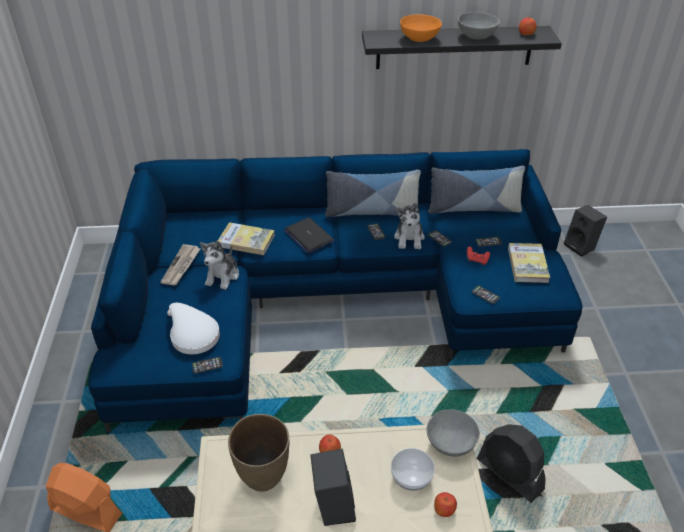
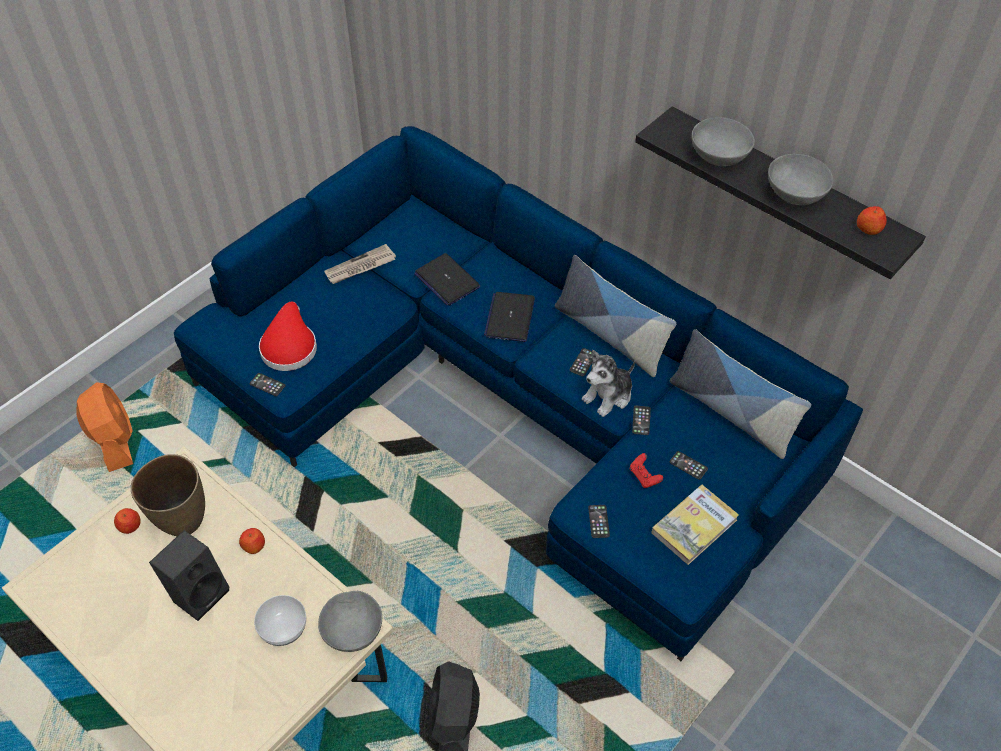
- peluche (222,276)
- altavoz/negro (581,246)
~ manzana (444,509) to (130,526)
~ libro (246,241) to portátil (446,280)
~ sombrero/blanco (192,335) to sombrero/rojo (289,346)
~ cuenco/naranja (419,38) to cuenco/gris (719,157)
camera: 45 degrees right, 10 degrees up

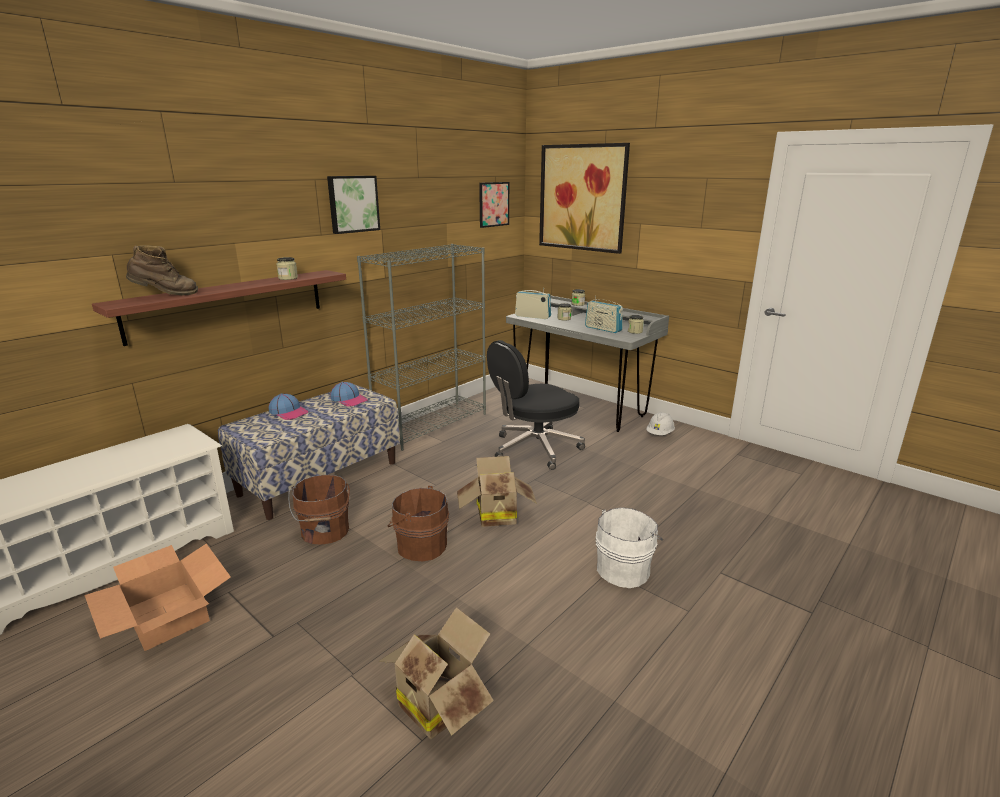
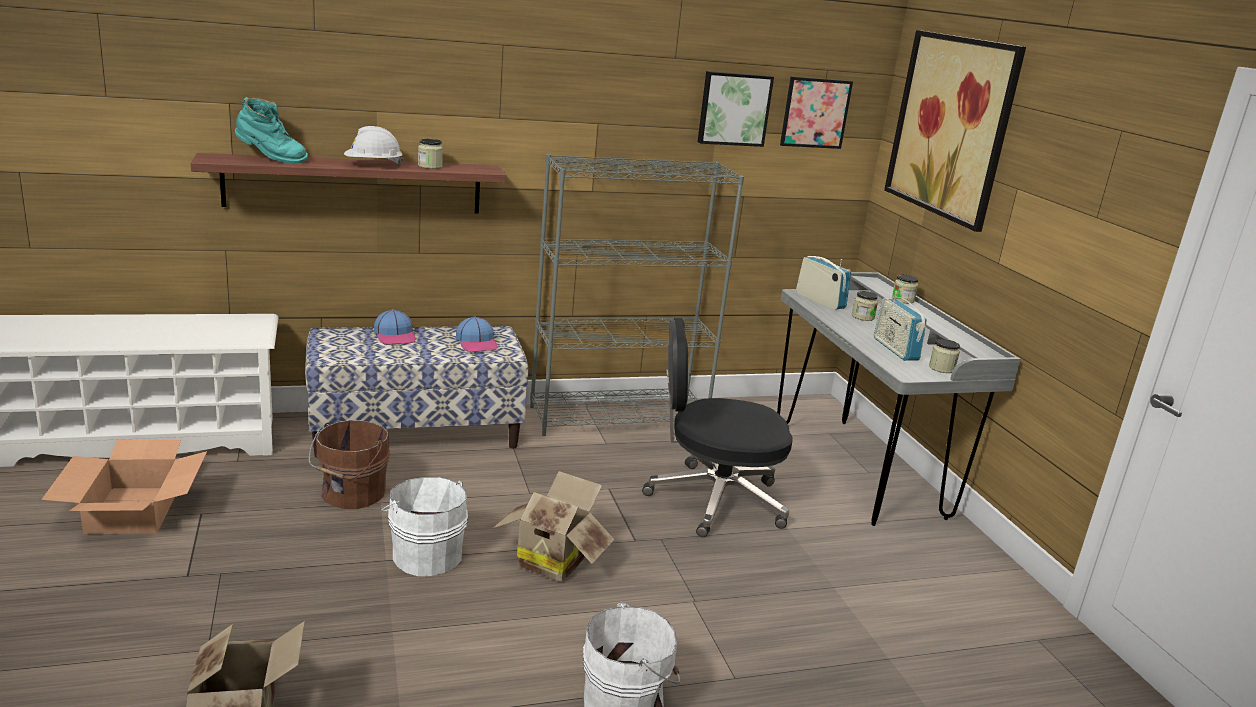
~ cuadro (352,204) to (733,108)
~ casco/blanco (660,434) to (373,165)
~ bota/marrón (166,295) to bota/turquesa (270,159)
~ cubo/marrón (420,545) to cubo/blanco (425,554)
camera: 30 degrees right, 0 degrees up

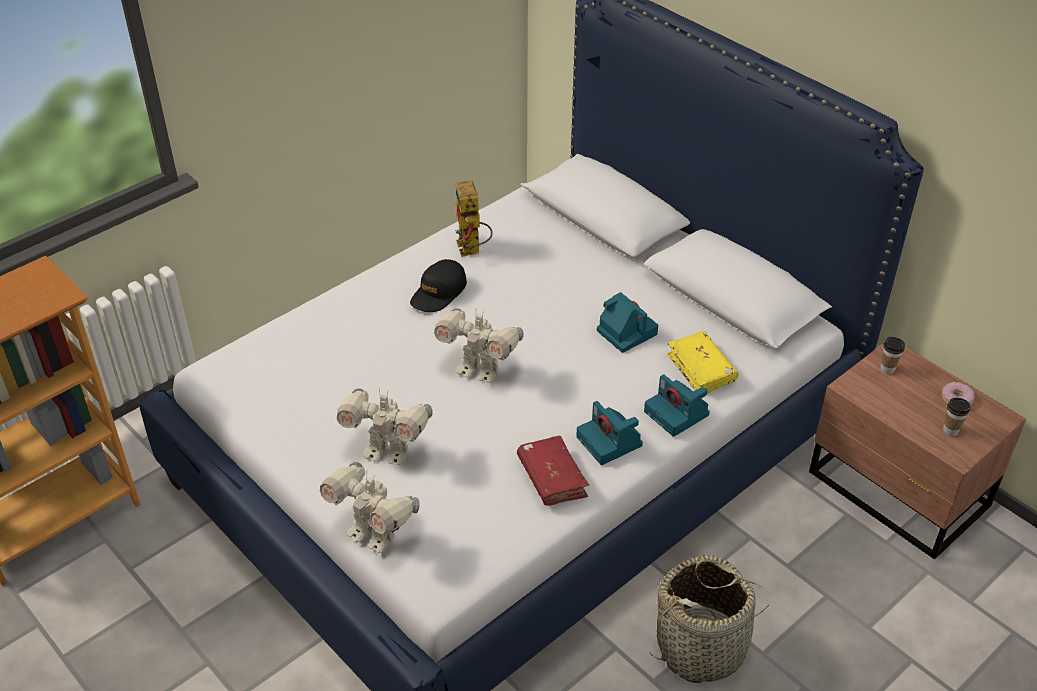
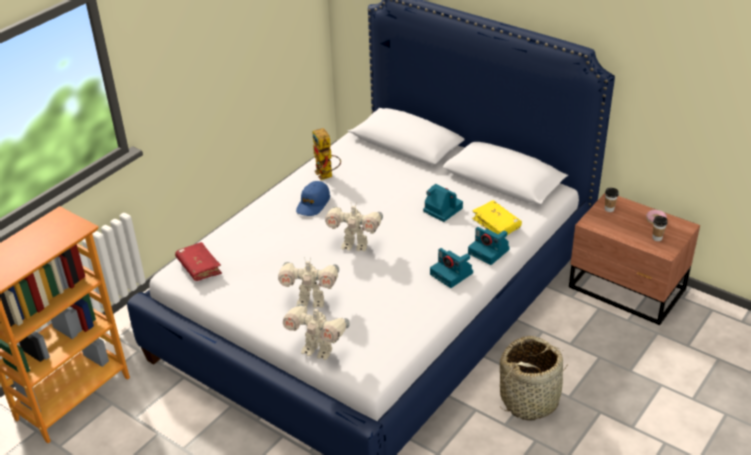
~ libro/rojo (552,478) to (199,267)
~ gorra/negro (438,293) to gorra/azul (313,204)
camera: 10 degrees left, 5 degrees down

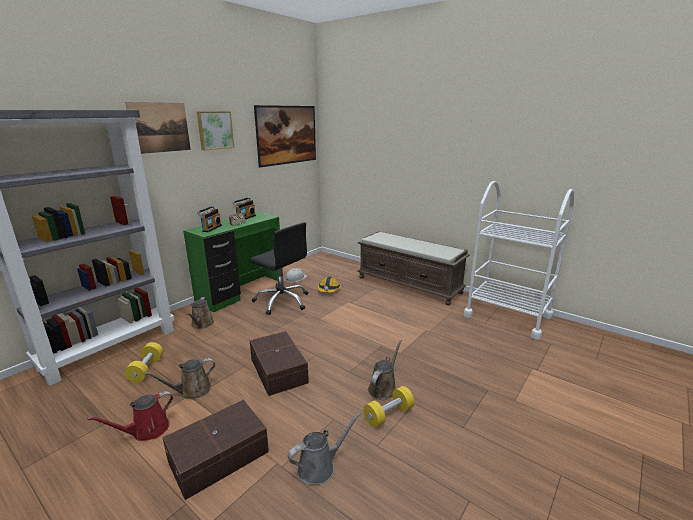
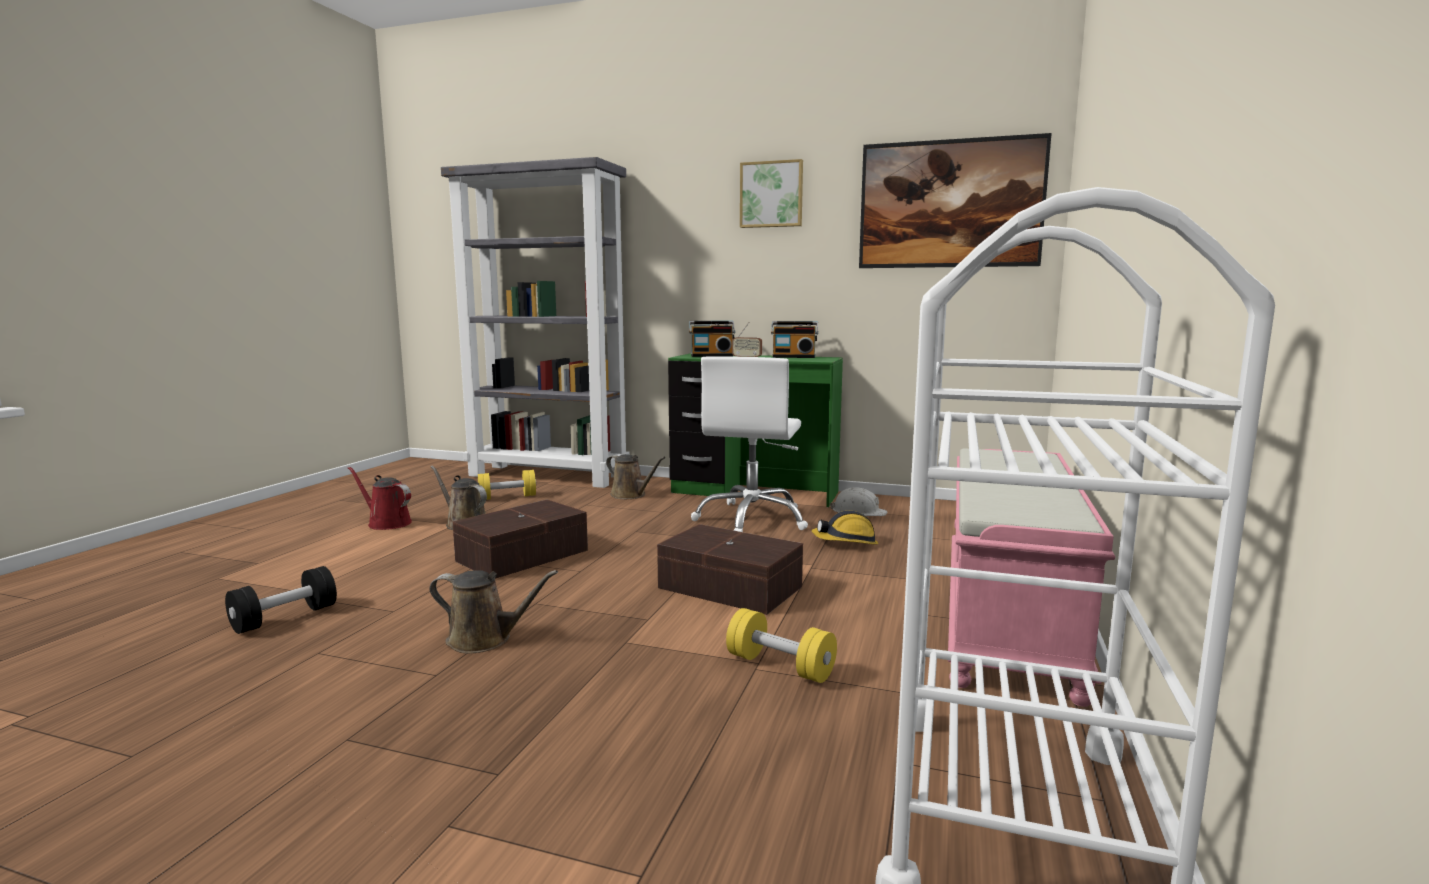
- cuadro (160,127)
~ caja de almacenaje/marrón (220,457) to (730,588)
~ mancuerna/amarillo (388,415) to (780,666)
~ regadera/gris (319,467) to mancuerna/negro (285,618)
~ silla de oficina/negro (282,301) to silla de oficina/blanco (752,519)
~ banco/marrón (409,285) to banco/rosa (1010,617)
~ regadera/marrón (202,324) = (630,495) 120 degrees counterclockwise
camera: 70 degrees right, 10 degrees down

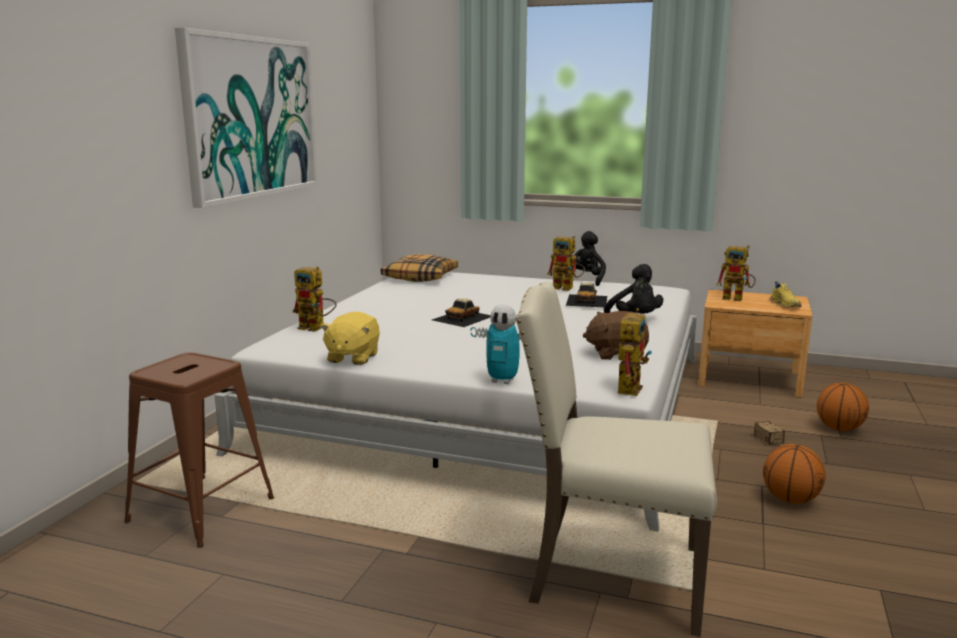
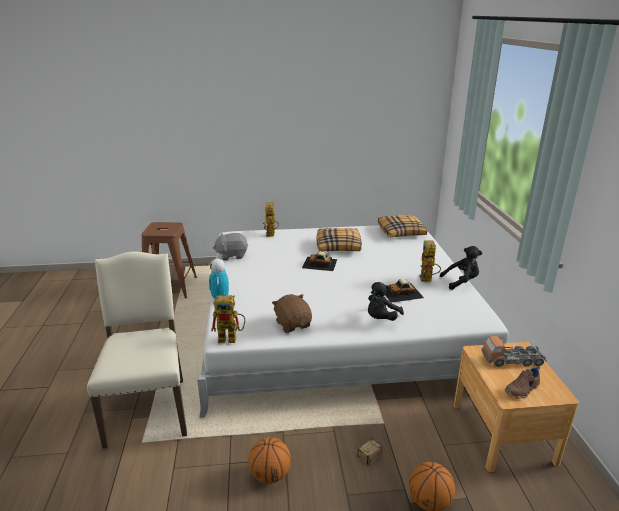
- cuadro (252,117)
+ cojín (339,246)
~ robot de juguete (737,298) to camión de juguete (512,360)
~ peluche/amarillo (352,357) to peluche/gris (232,255)
~ zapato/amarillo (785,305) to zapato/marrón (522,390)
camera: 65 degrees right, 10 degrees up

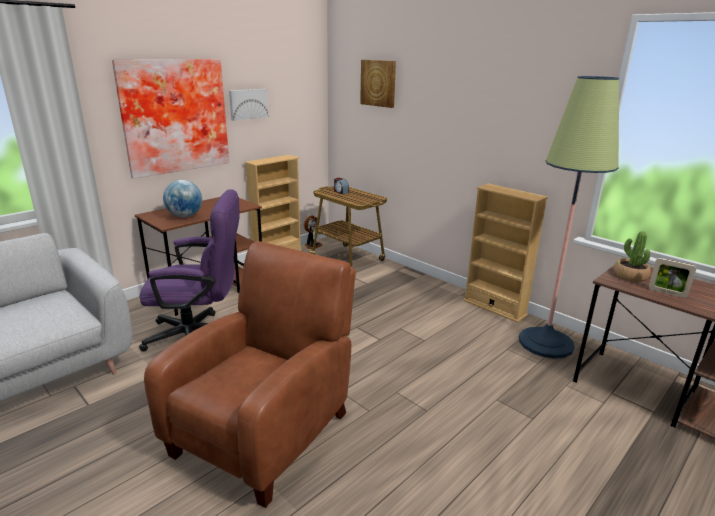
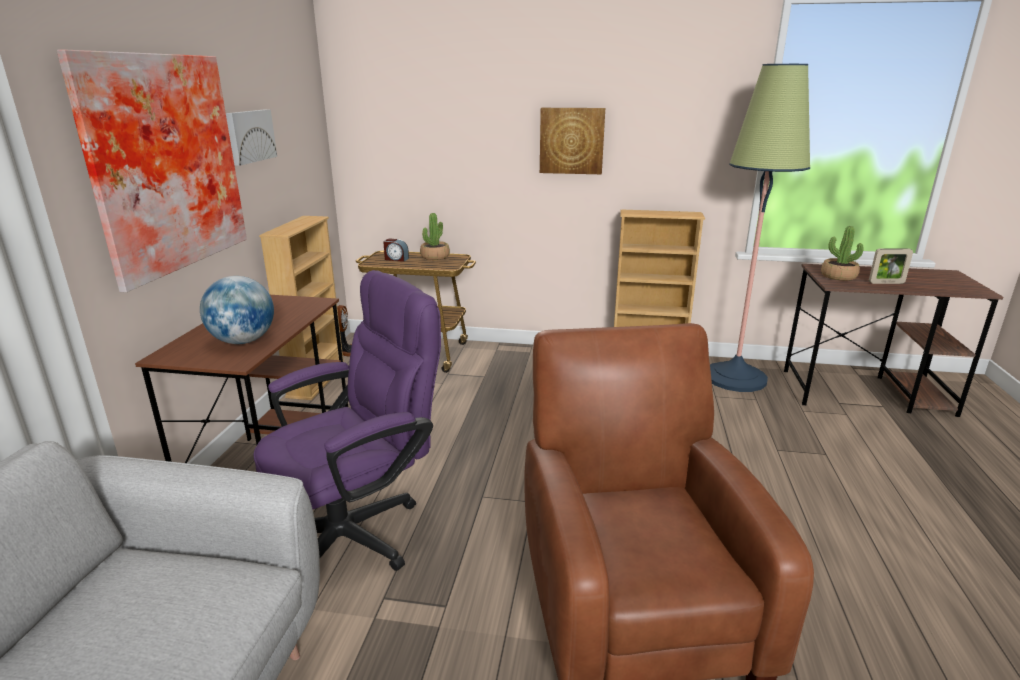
+ planta en maceta (435,256)
~ cuadro (378,83) to (571,141)
camera: 35 degrees left, 0 degrees up

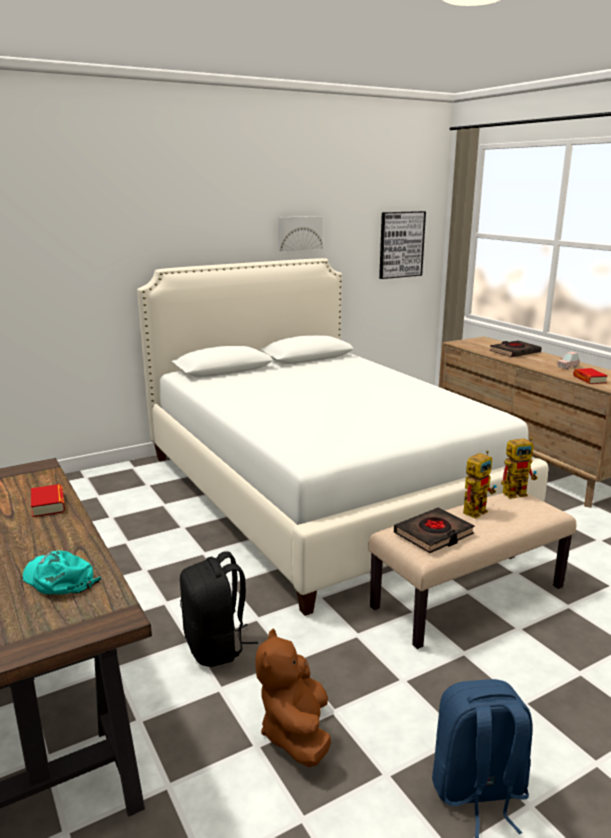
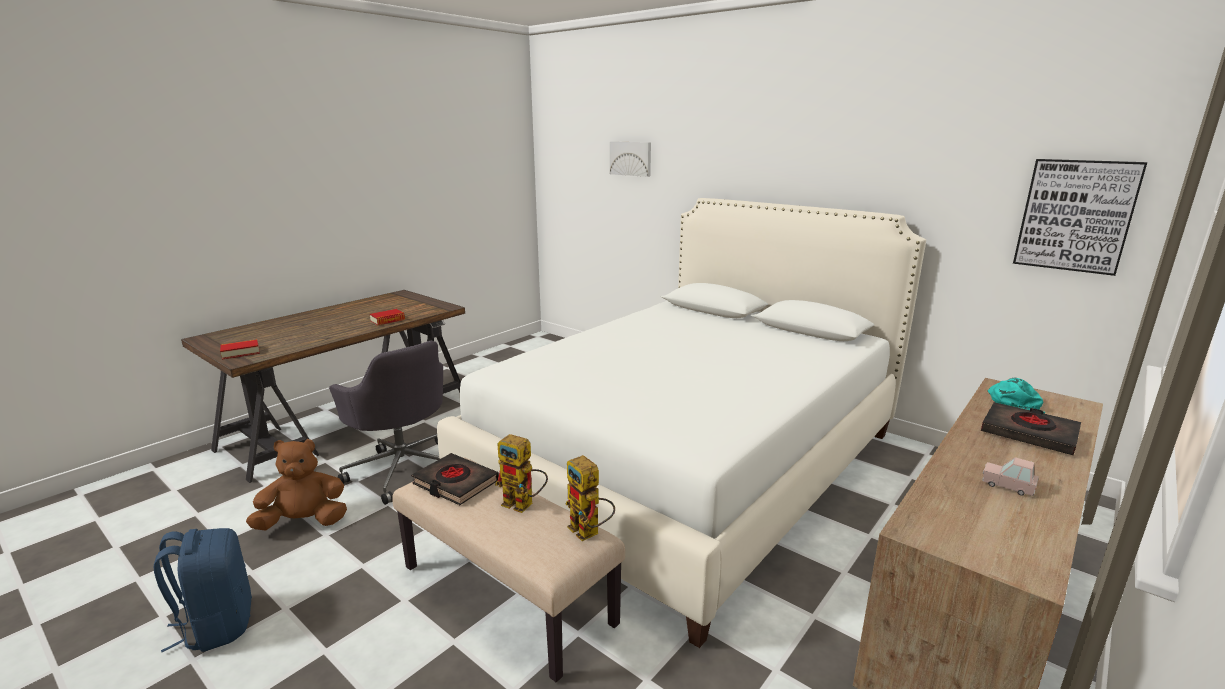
~ gorra/turquesa (59,579) to (1013,401)
~ cuadro (299,233) to (631,158)
~ libro (589,379) to (240,353)
~ mochila/negro (216,647) to silla de oficina/gris (403,468)
camera: 70 degrees right, 0 degrees up

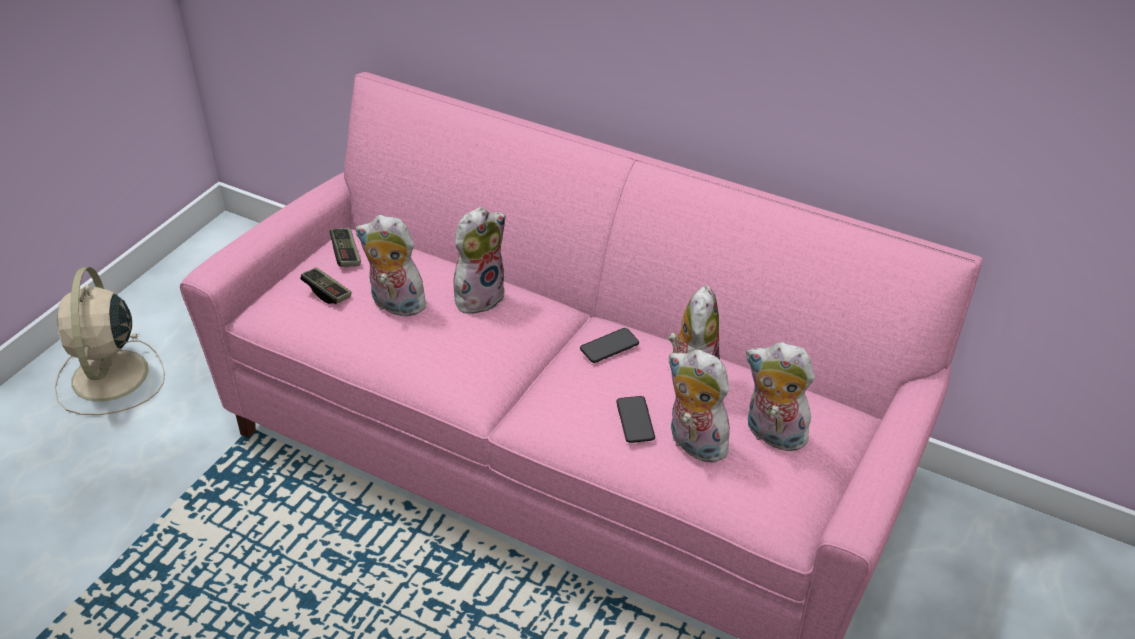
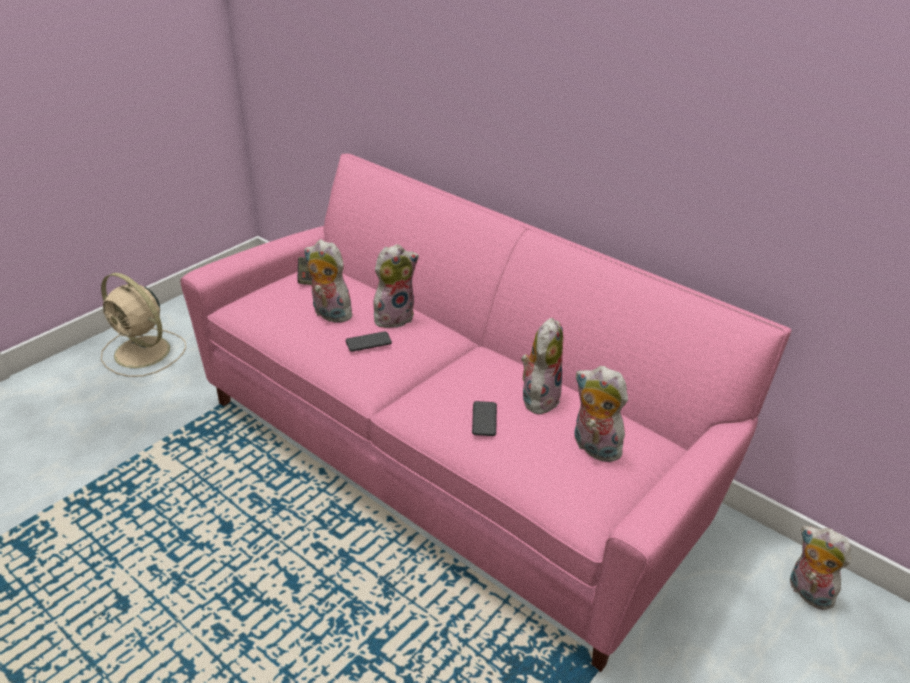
- mando de consola (327,292)
~ móvil (609,346) to (368,342)
~ peluche (693,444) to (807,593)
~ ventilador/beis (109,378) = (144,353) 60 degrees counterclockwise
camera: 10 degrees right, 5 degrees down

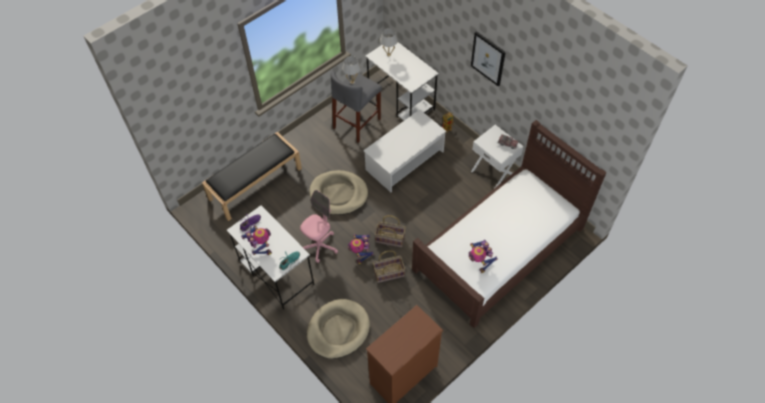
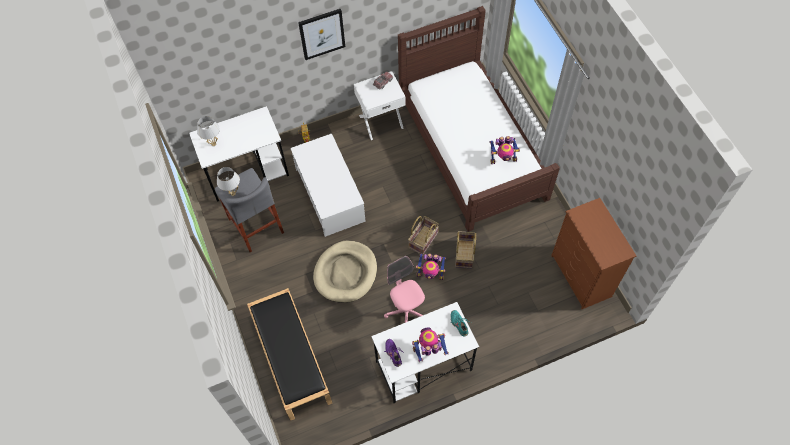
- cama para perro/beis (338,330)
camera: 70 degrees left, 5 degrees up

